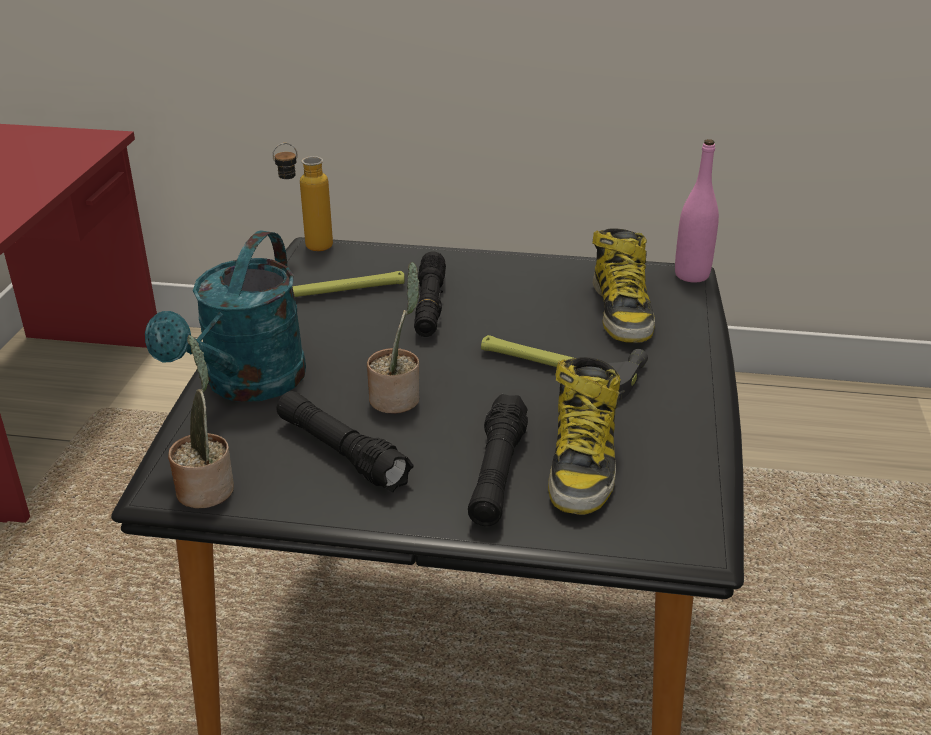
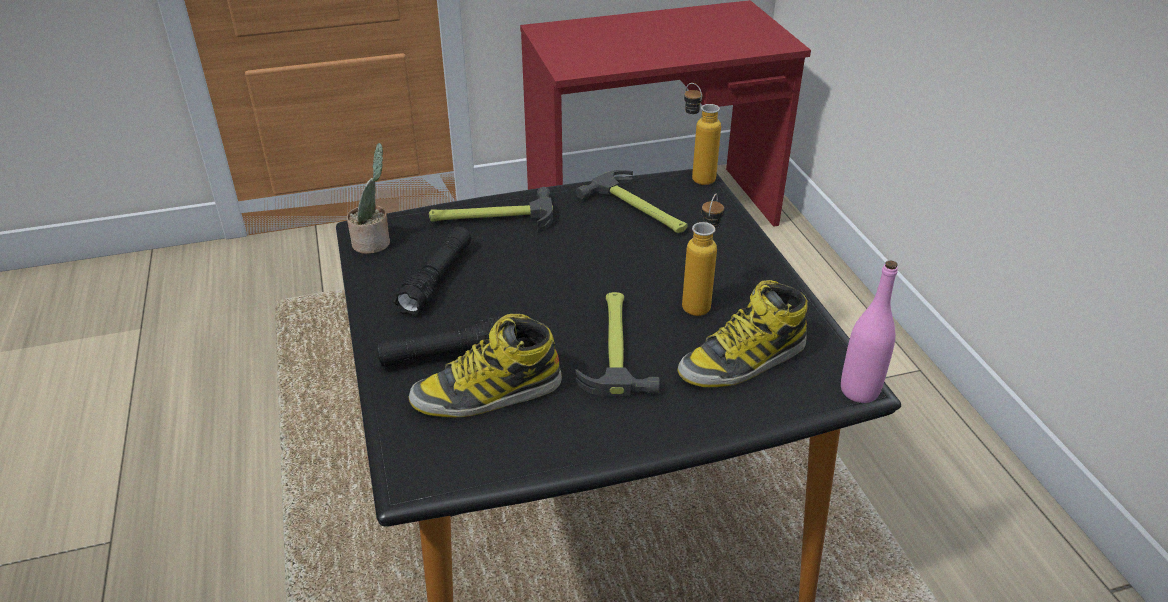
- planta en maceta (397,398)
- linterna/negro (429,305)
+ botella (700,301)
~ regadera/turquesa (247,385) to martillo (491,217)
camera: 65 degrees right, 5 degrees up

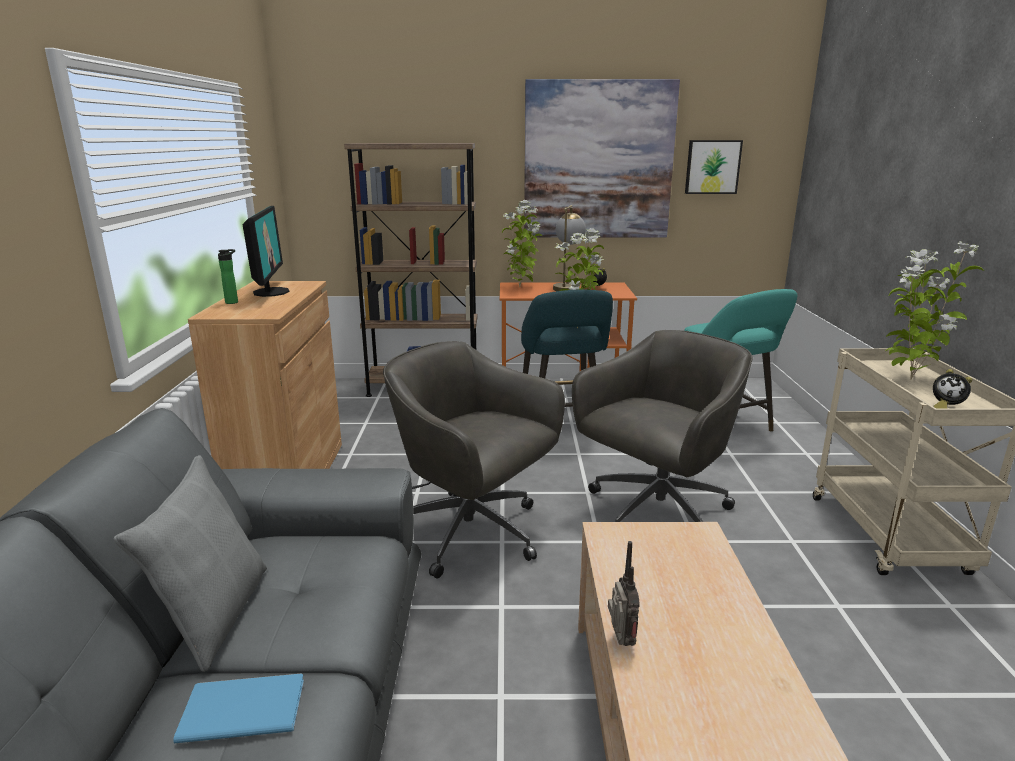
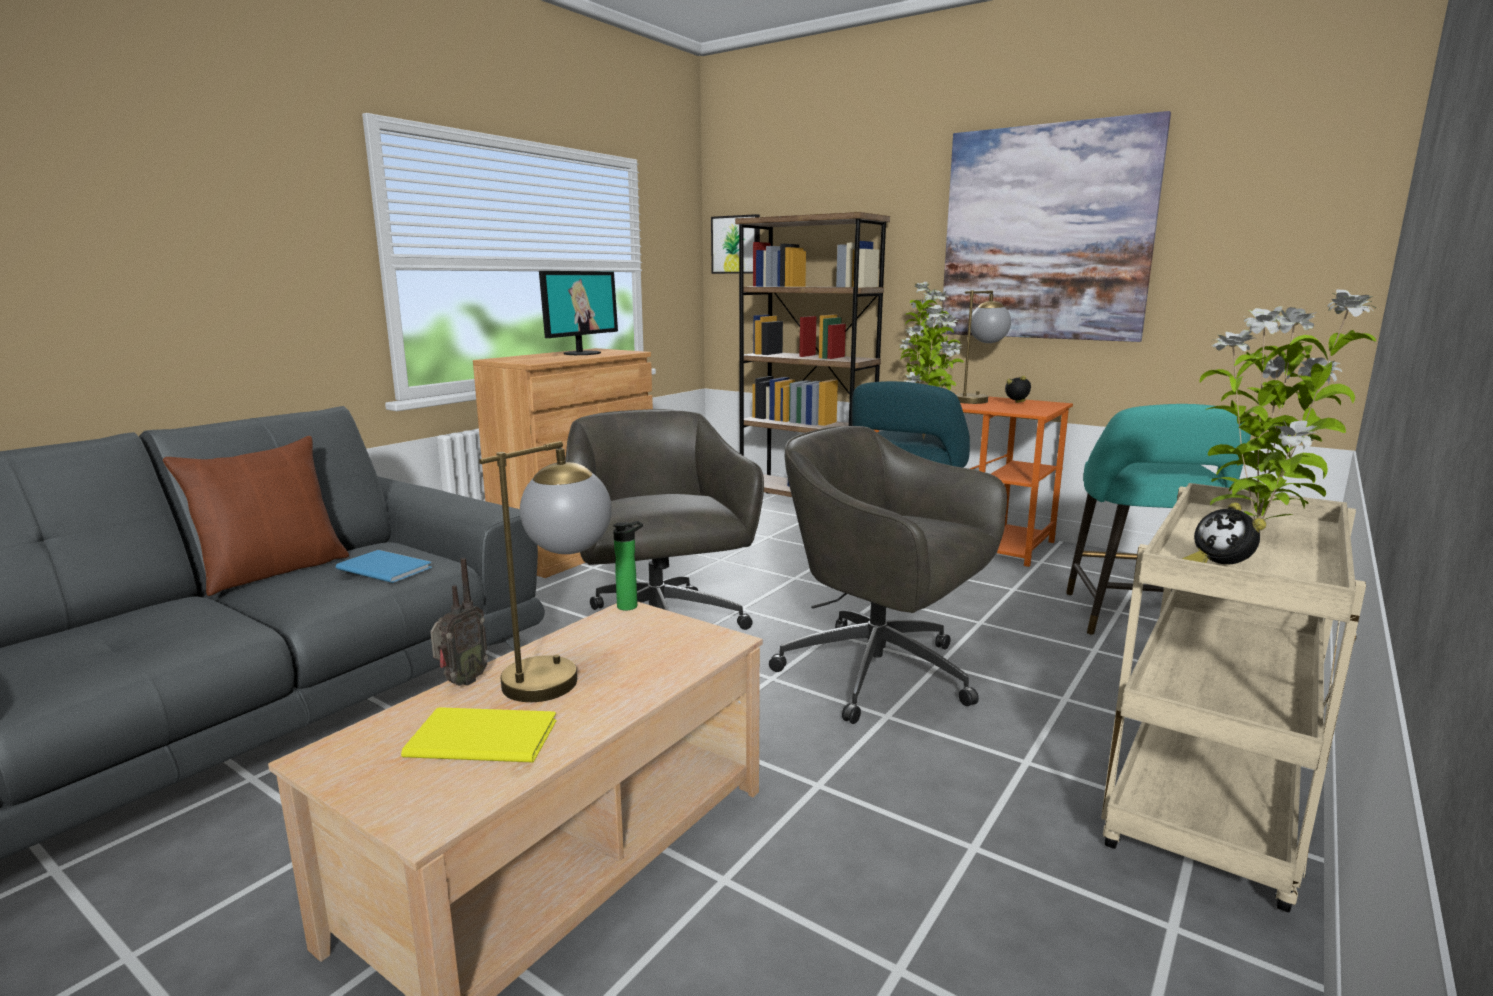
+ libro/amarillo (480,736)
+ lámpara de mesa (560,672)
~ libro/azul (240,708) to (385,567)
~ botella (233,302) to (630,606)
~ cuadro (712,167) to (736,245)
~ cojín/gris (214,615) to cojín/marrón (273,571)
~ silla de oficina/gris (655,513) = (882,675) 135 degrees counterclockwise
camera: 35 degrees right, 5 degrees down

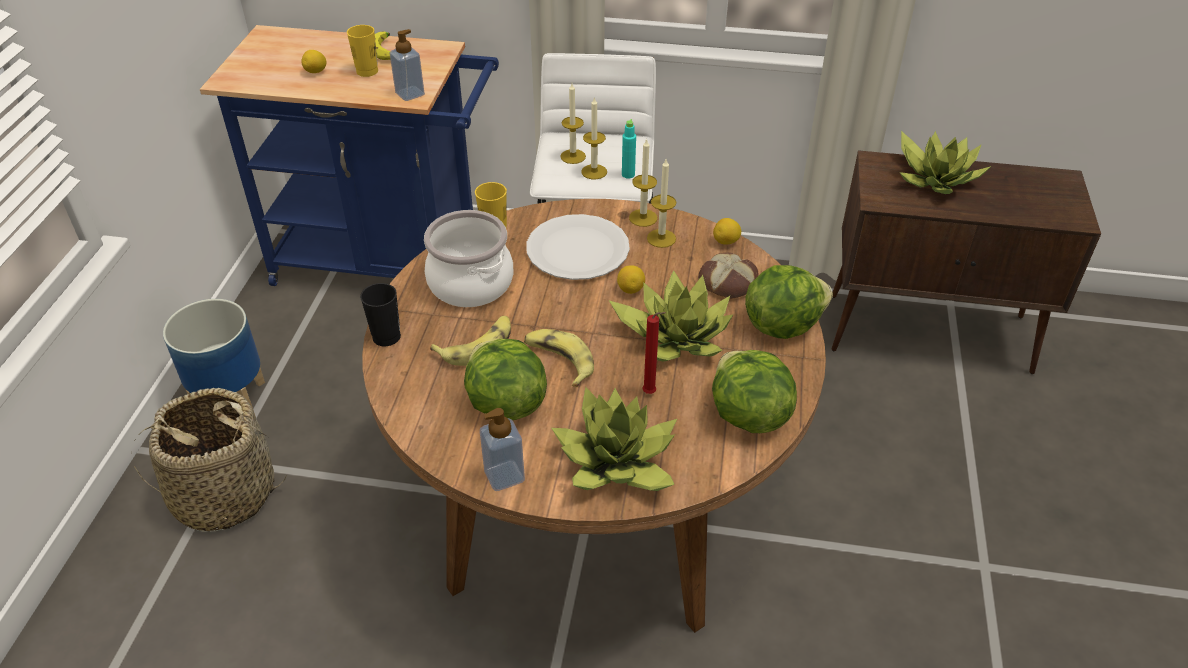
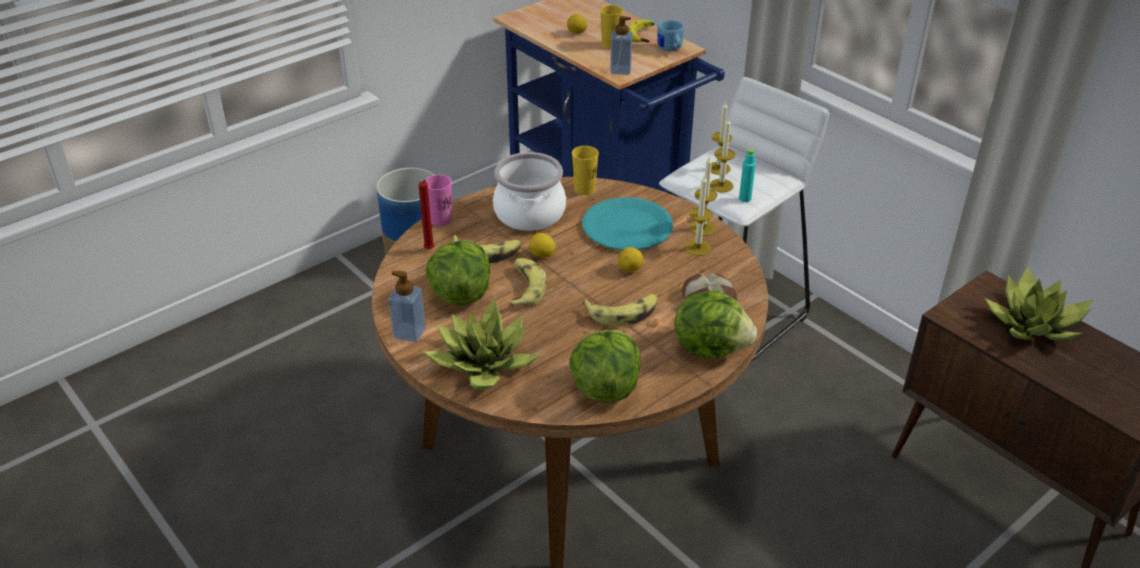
- cesta (224,494)
+ taza grande/azul (670,49)
~ vela/rojo (651,393) to (430,250)
~ limón (726,242) to (542,255)
~ planta en maceta (675,335) to plátano (623,313)
~ taza/negro (386,337) to taza/rosa (440,219)
~ plato/blanco (577,249) to plato/turquesa (627,226)
camera: 40 degrees right, 5 degrees down

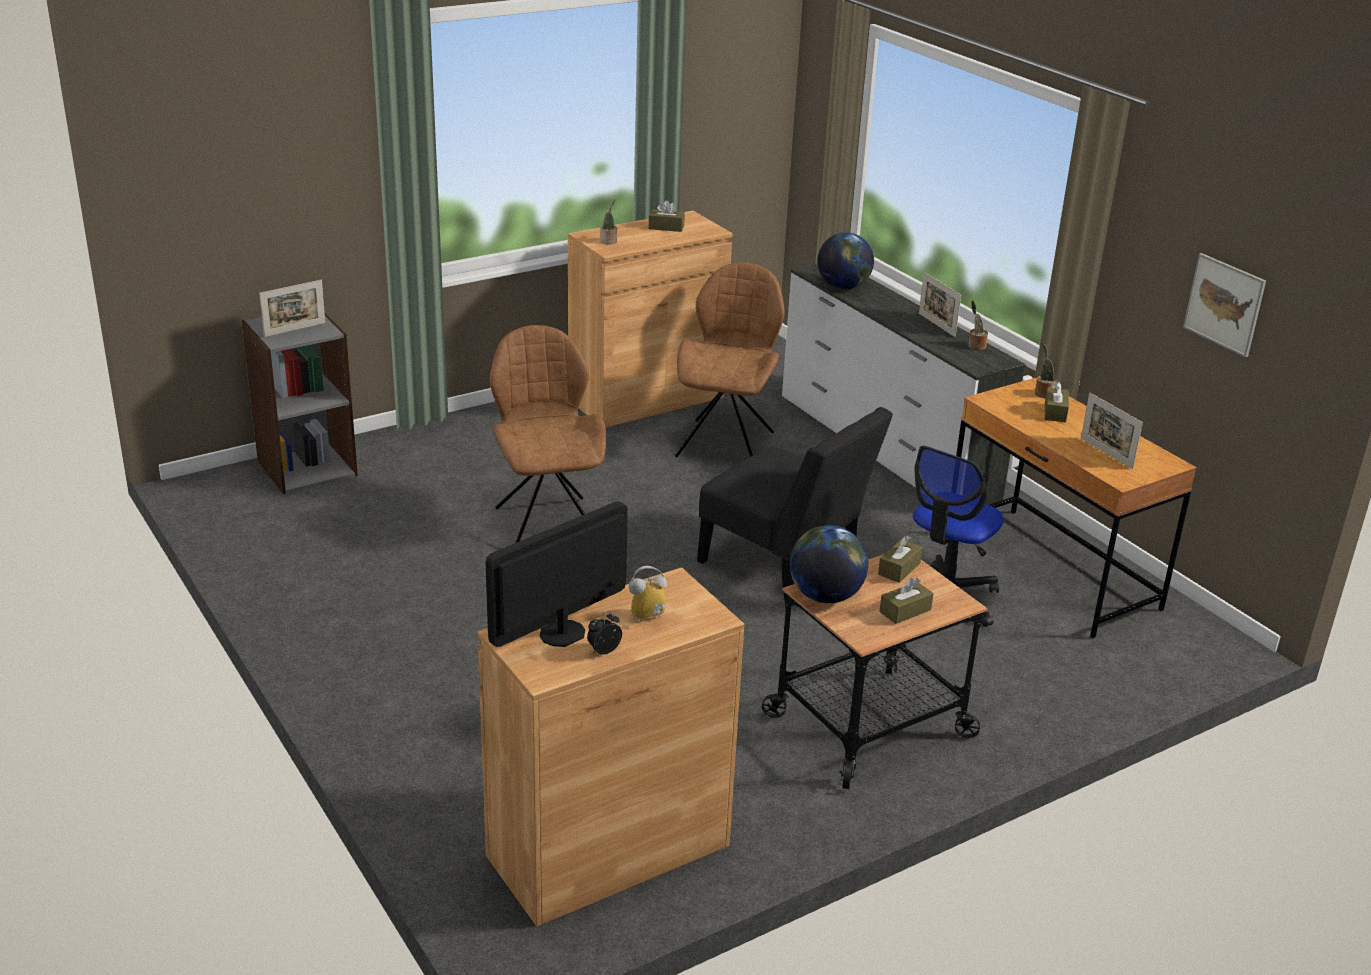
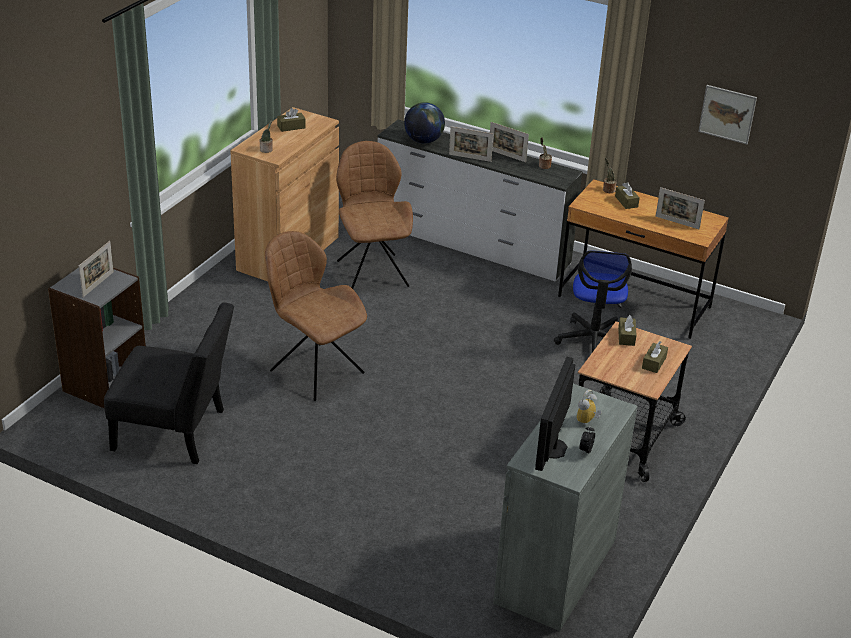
- globo terráqueo (825,596)
+ portarretratos (470,158)
~ silla/negro (785,566) to (175,432)
~ armario/marrón (608,851) to armario/gris (555,571)
camera: 30 degrees left, 5 degrees up

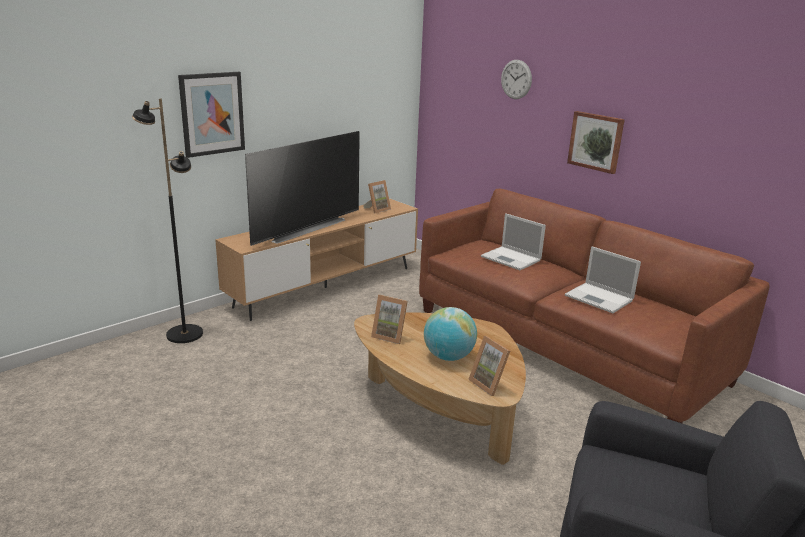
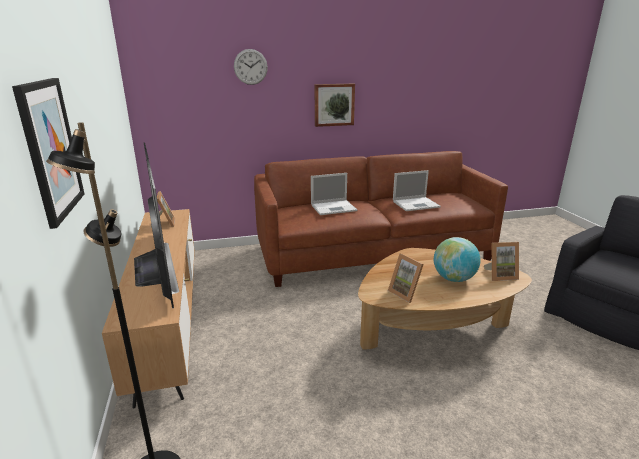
~ portarretratos (390,335) = (406,293) 90 degrees clockwise
camera: 60 degrees left, 0 degrees up

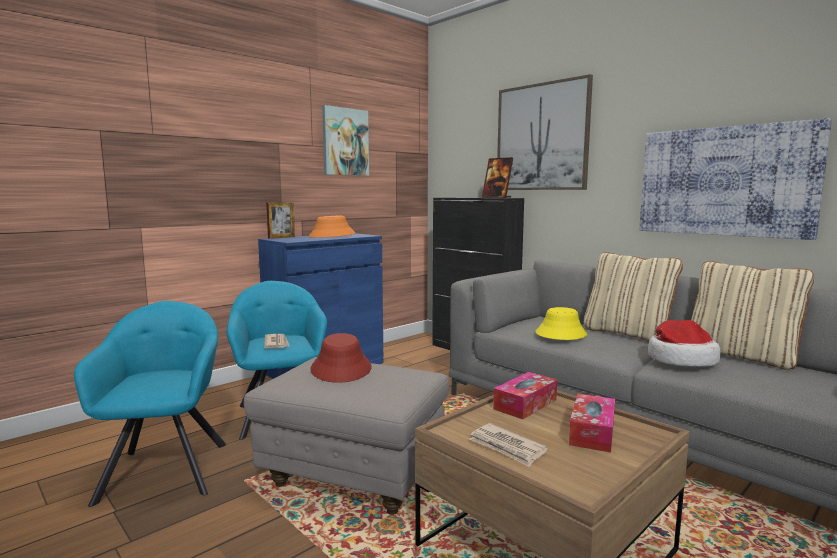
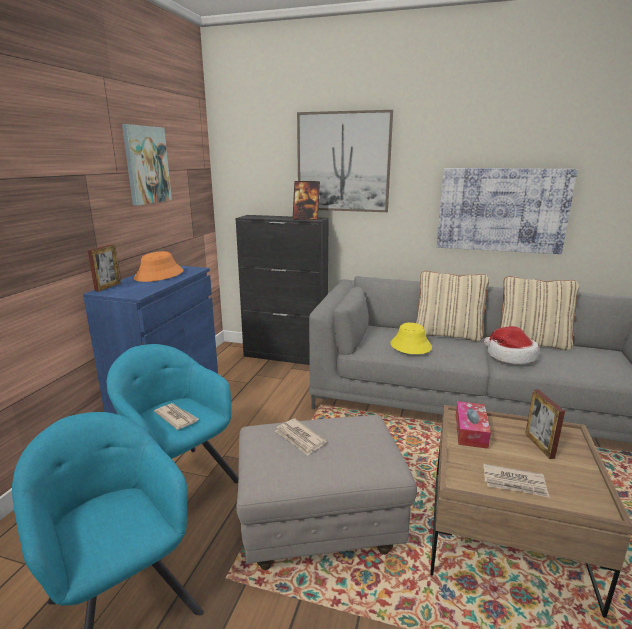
~ sombrero/rojo (341,368) to periódico (300,438)
~ caja de pañuelos (592,432) to portarretratos (539,445)
camera: 30 degrees left, 10 degrees up

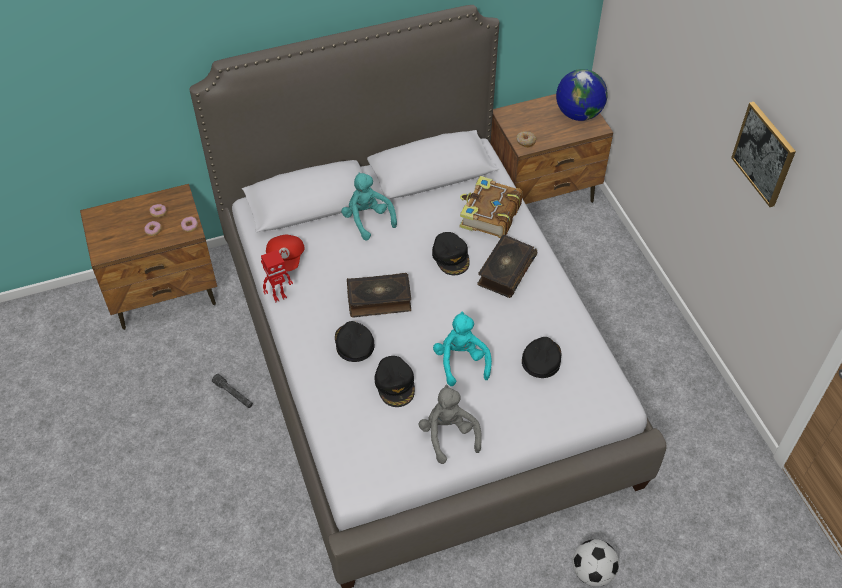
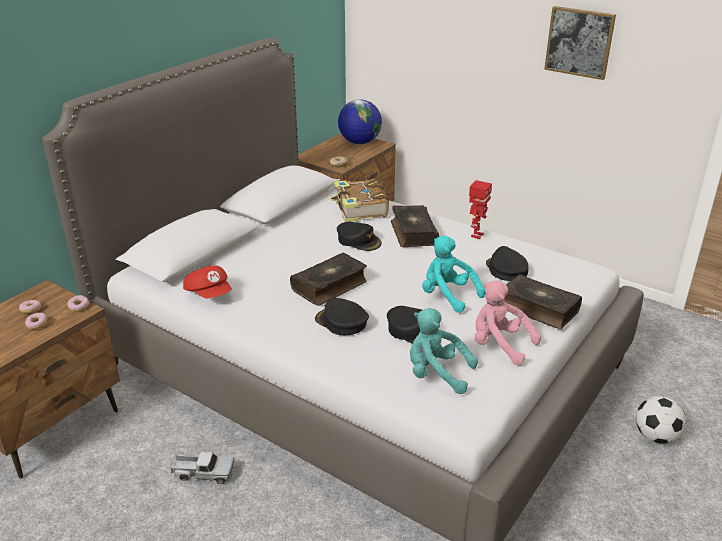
+ libro (538,309)
~ robot de juguete (279,296) to (476,235)
~ peluche/turquesa (367,219) to (436,374)
~ linterna/gris (233,394) to camión de juguete (203,473)
~ peluche/gris (448,435) to peluche/rosa (499,345)
camera: 35 degrees left, 20 degrees down

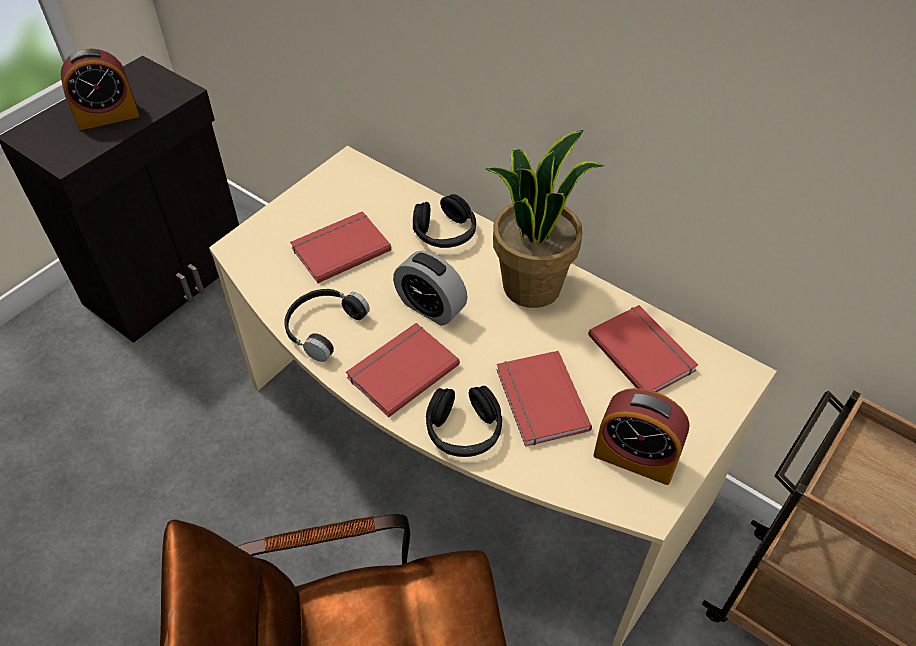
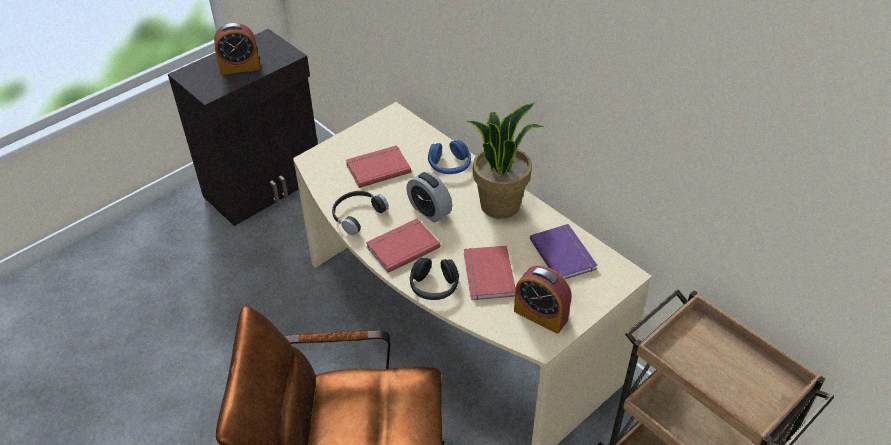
~ auriculares/negro (445,233) to auriculares/azul (449,165)
~ libro/rojo (643,351) to libro/morado (564,253)
camera: 10 degrees right, 5 degrees down

